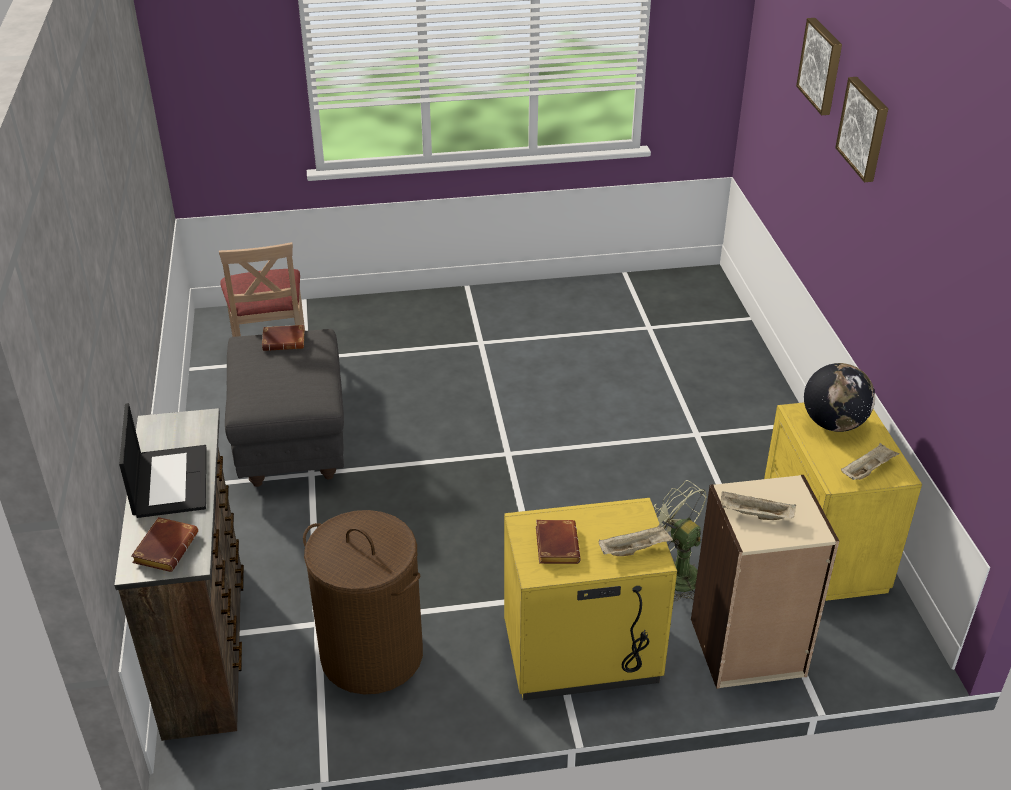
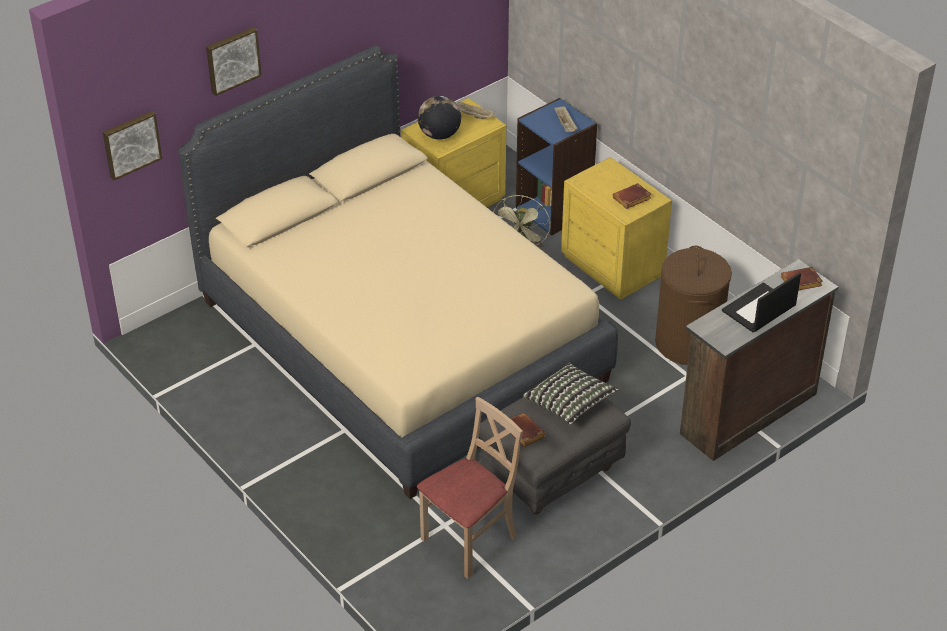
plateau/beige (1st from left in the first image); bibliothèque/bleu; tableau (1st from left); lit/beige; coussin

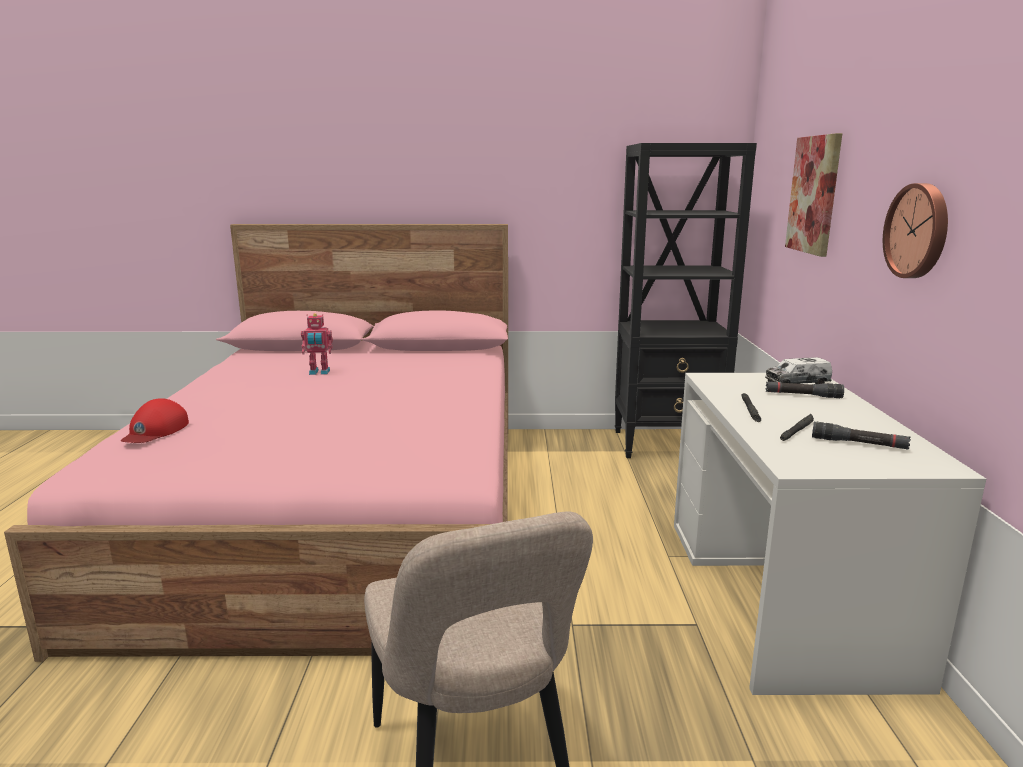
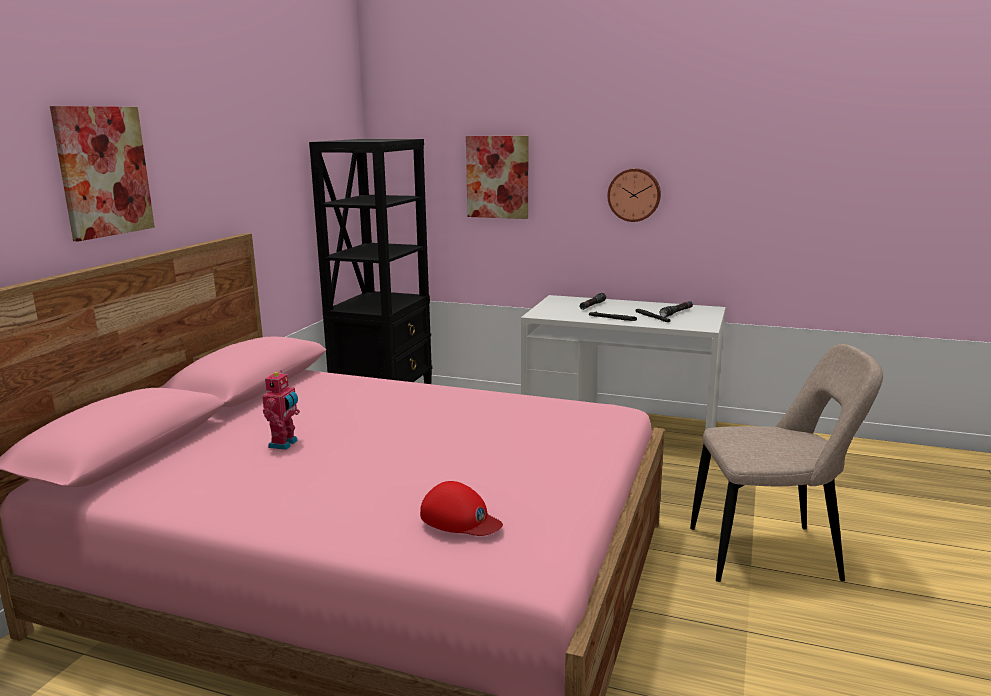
camion jouet; tableau (1st from left)

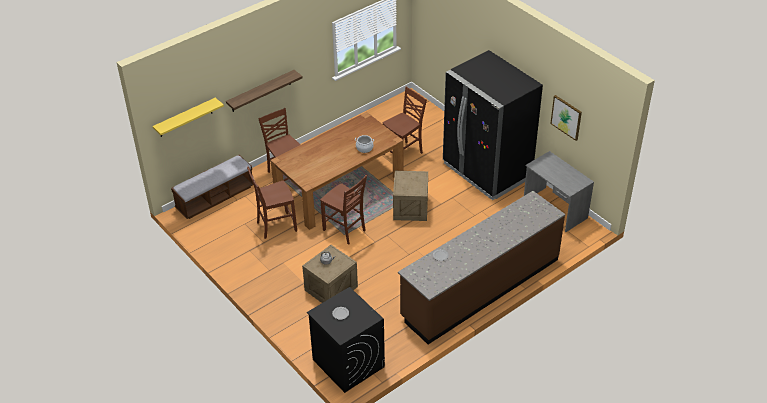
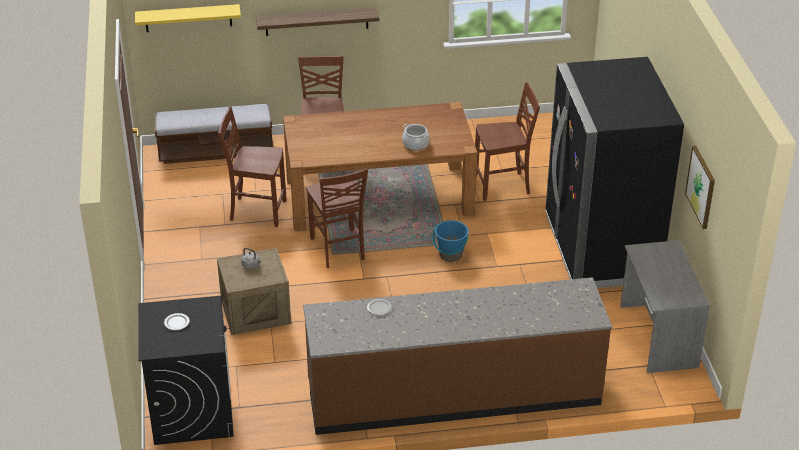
seau/bleu

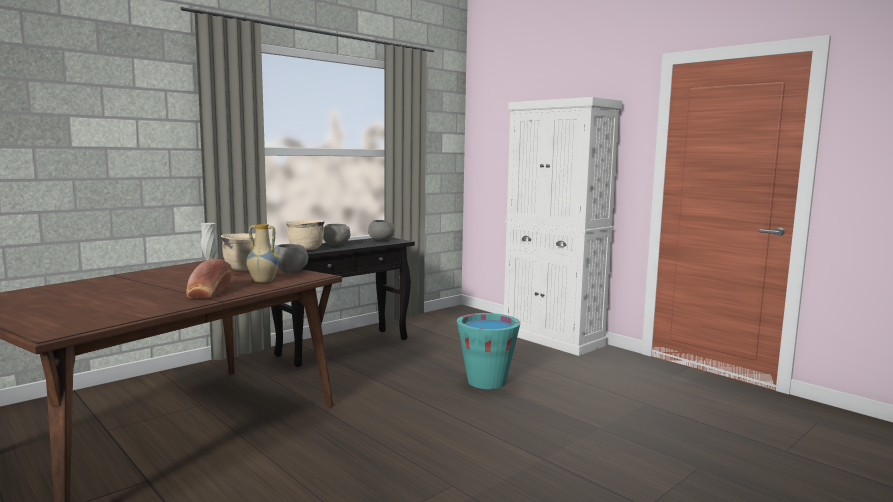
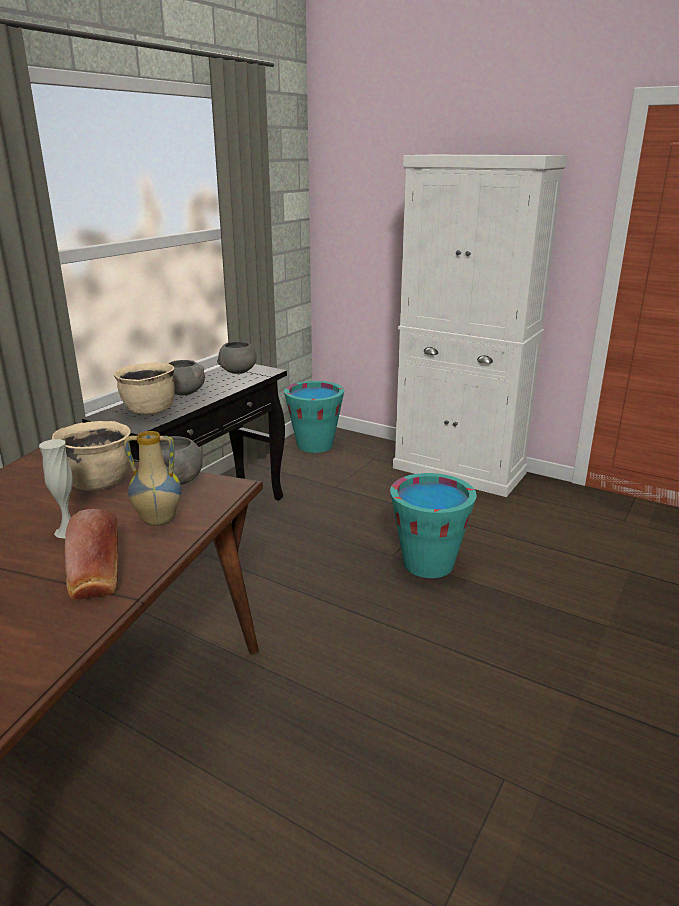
seau/turquoise (1st from left)

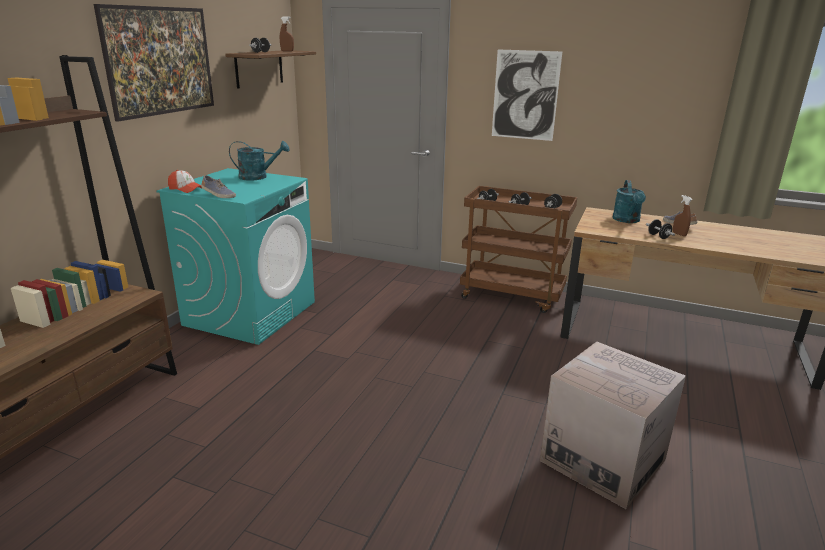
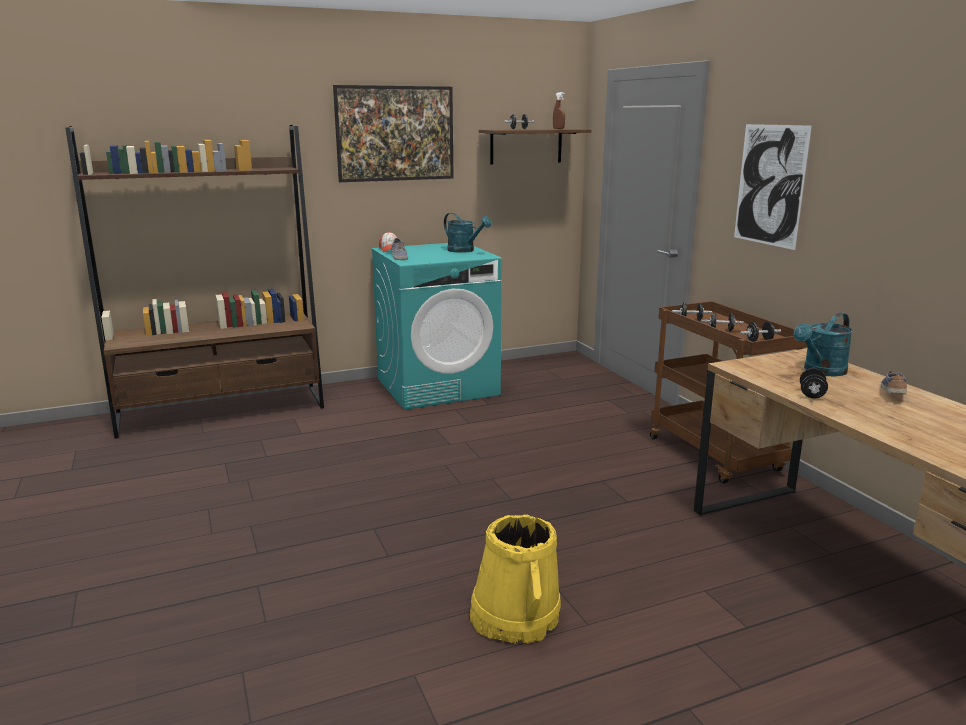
seau/jaune; vaporisateur/marron (2nd from left in the first image)

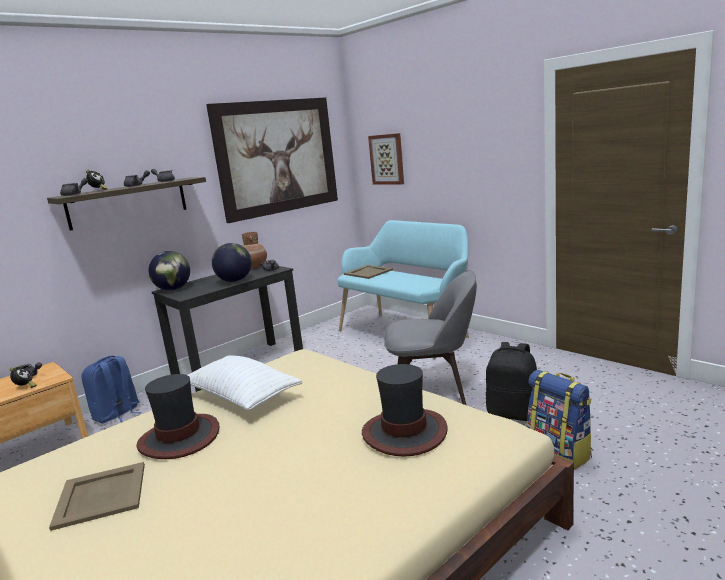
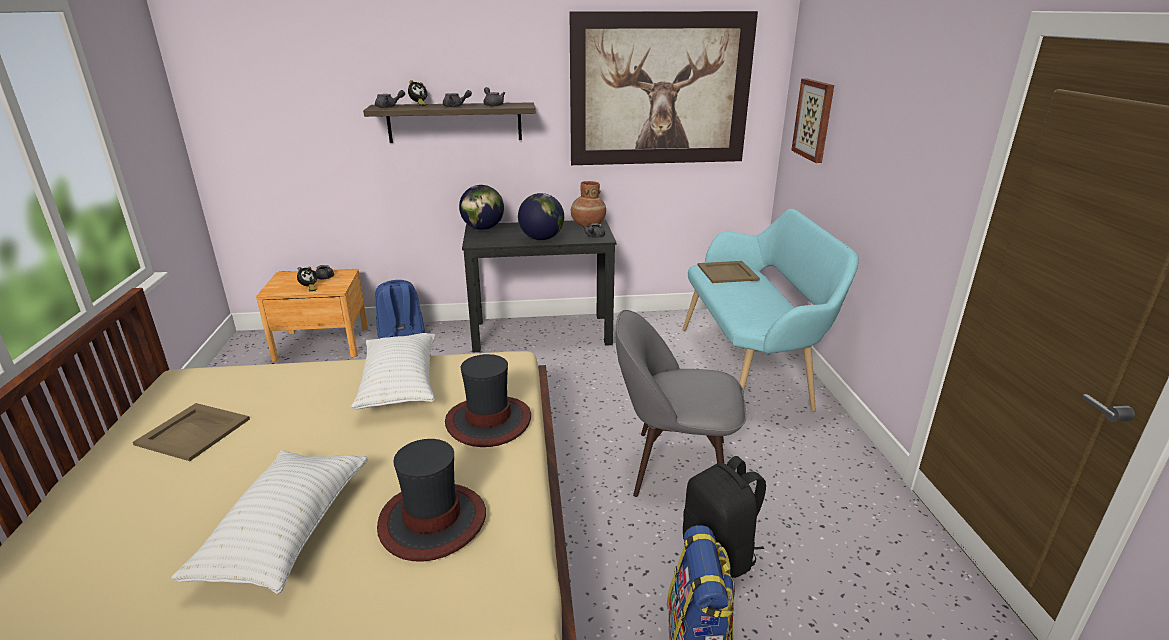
chapeau (2nd from left); chaise/gris; coussin/blanc (1st from left)

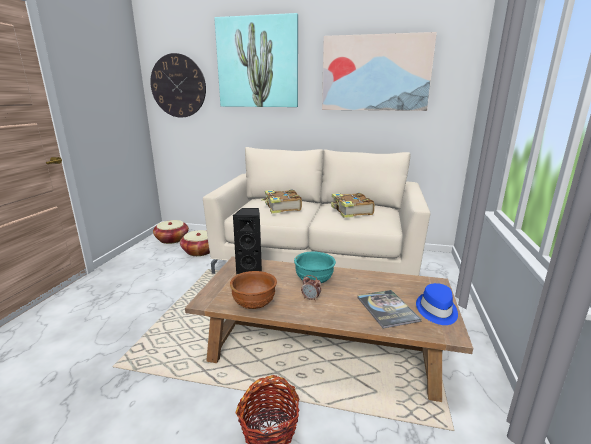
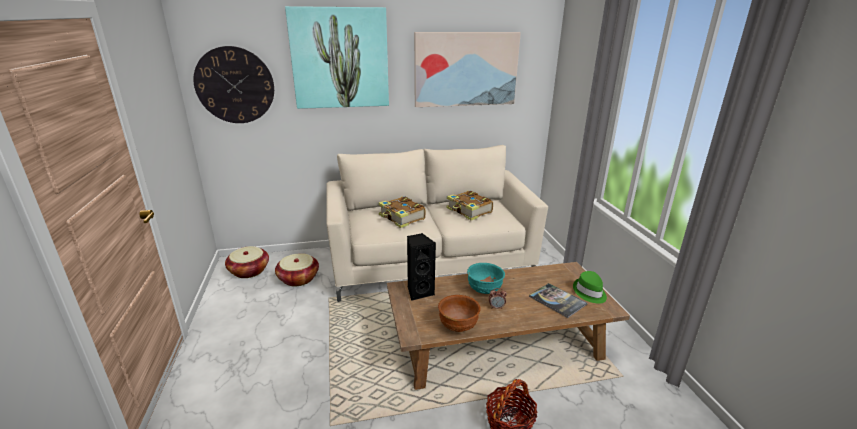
chapeau/vert

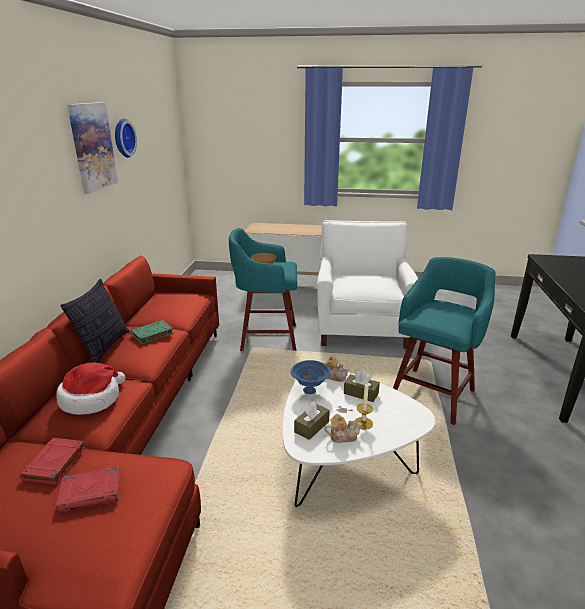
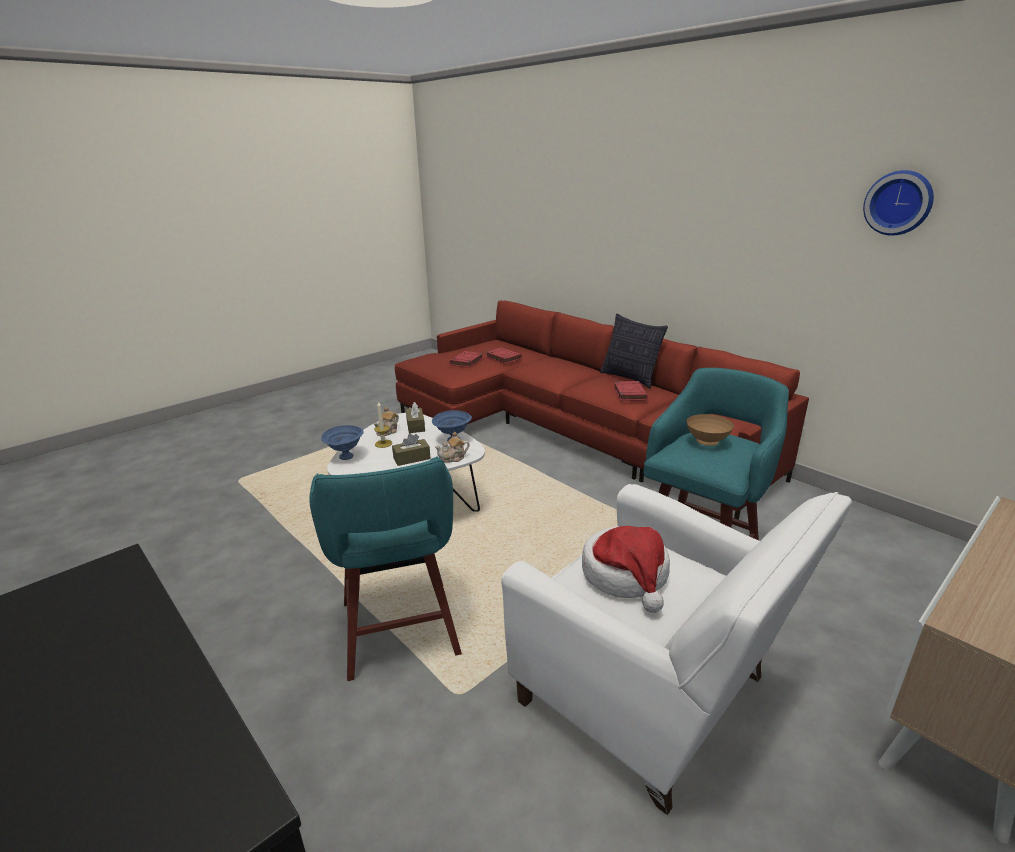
chapeau; tableau; livre/rouge (3rd from left); bol/bleu (1st from left)

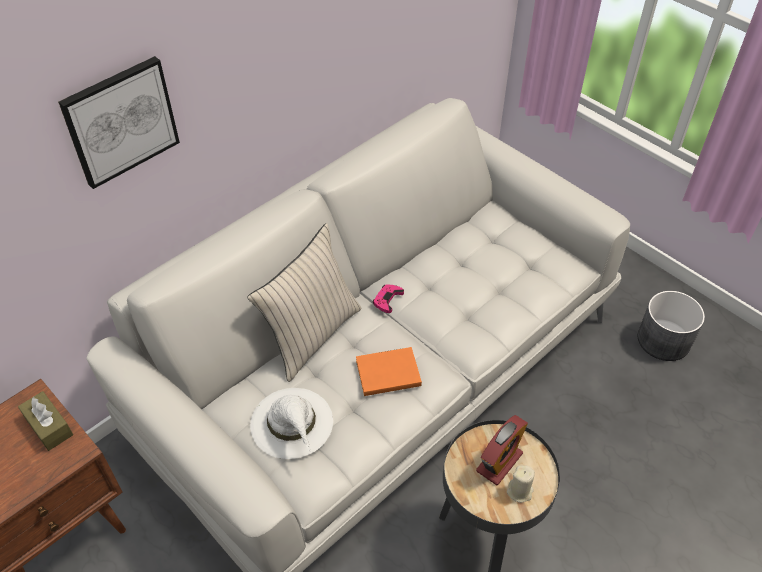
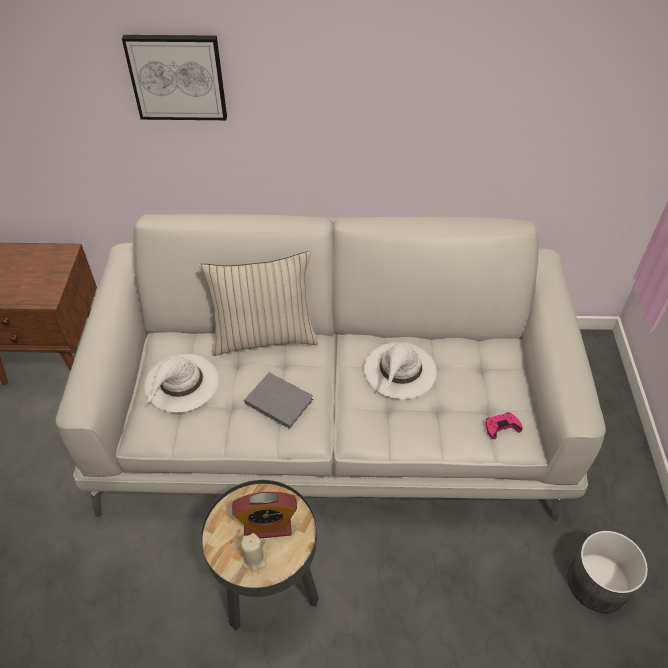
boîte à mouchoirs/marron; livre/gris; manette/rose; chapeau/blanc (2nd from left)

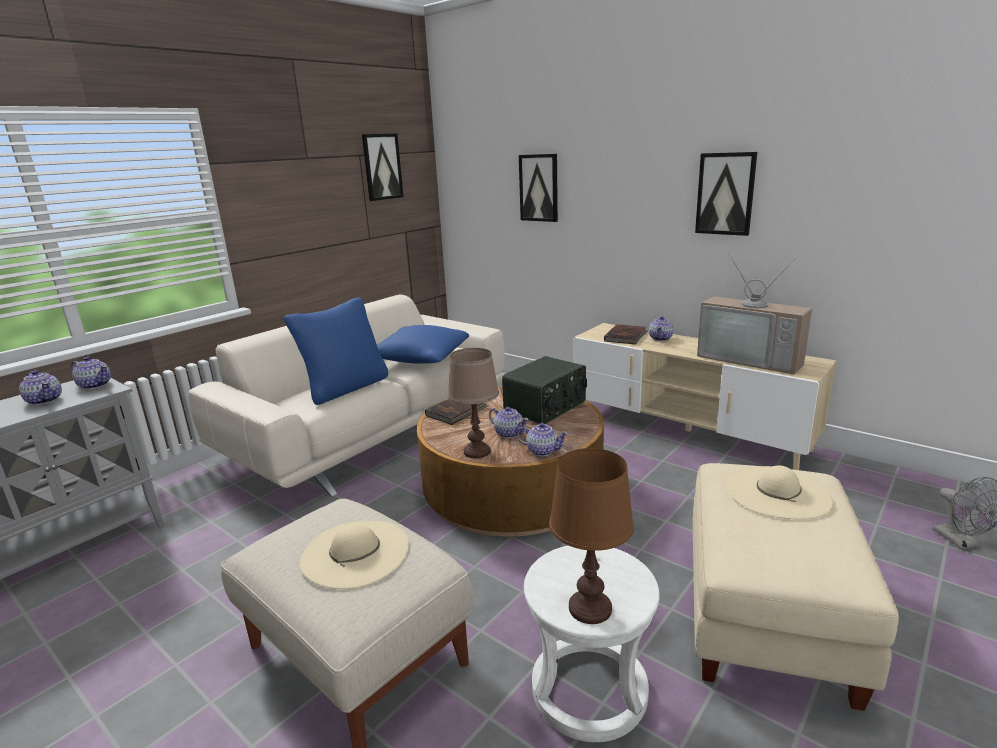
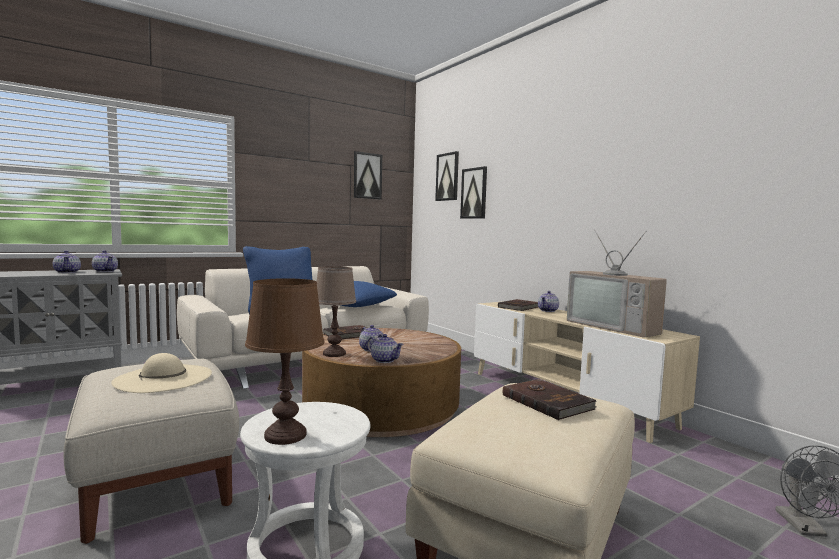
radio; tableau (2nd from left); livre/marron (3rd from left)

